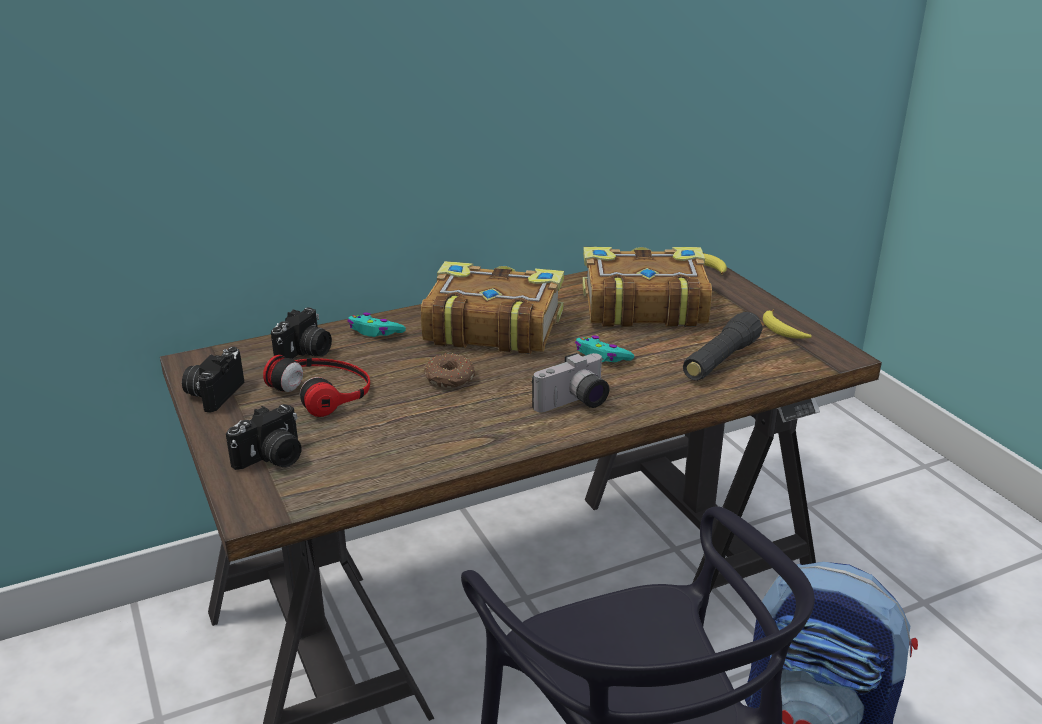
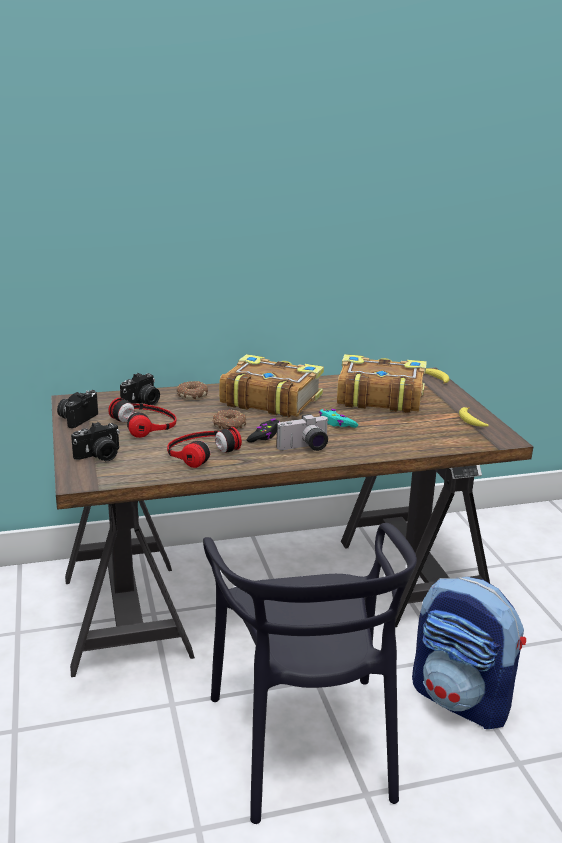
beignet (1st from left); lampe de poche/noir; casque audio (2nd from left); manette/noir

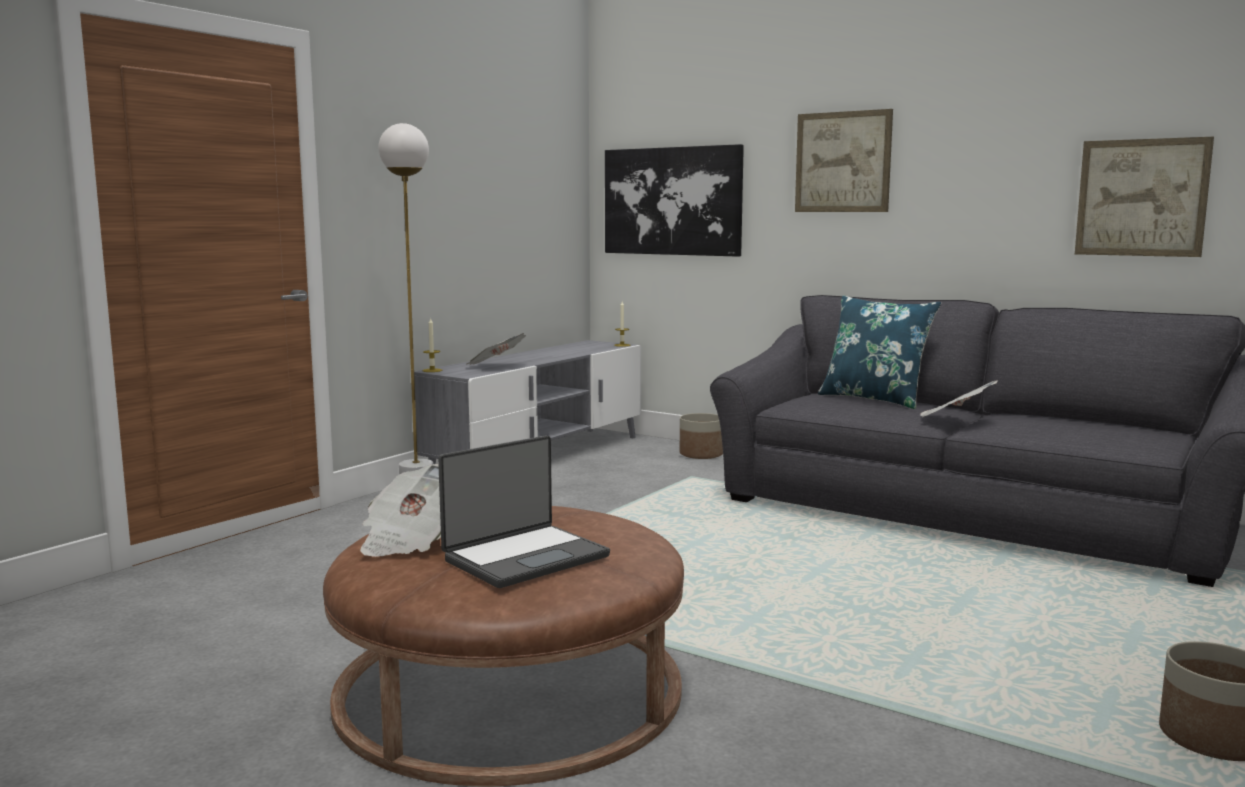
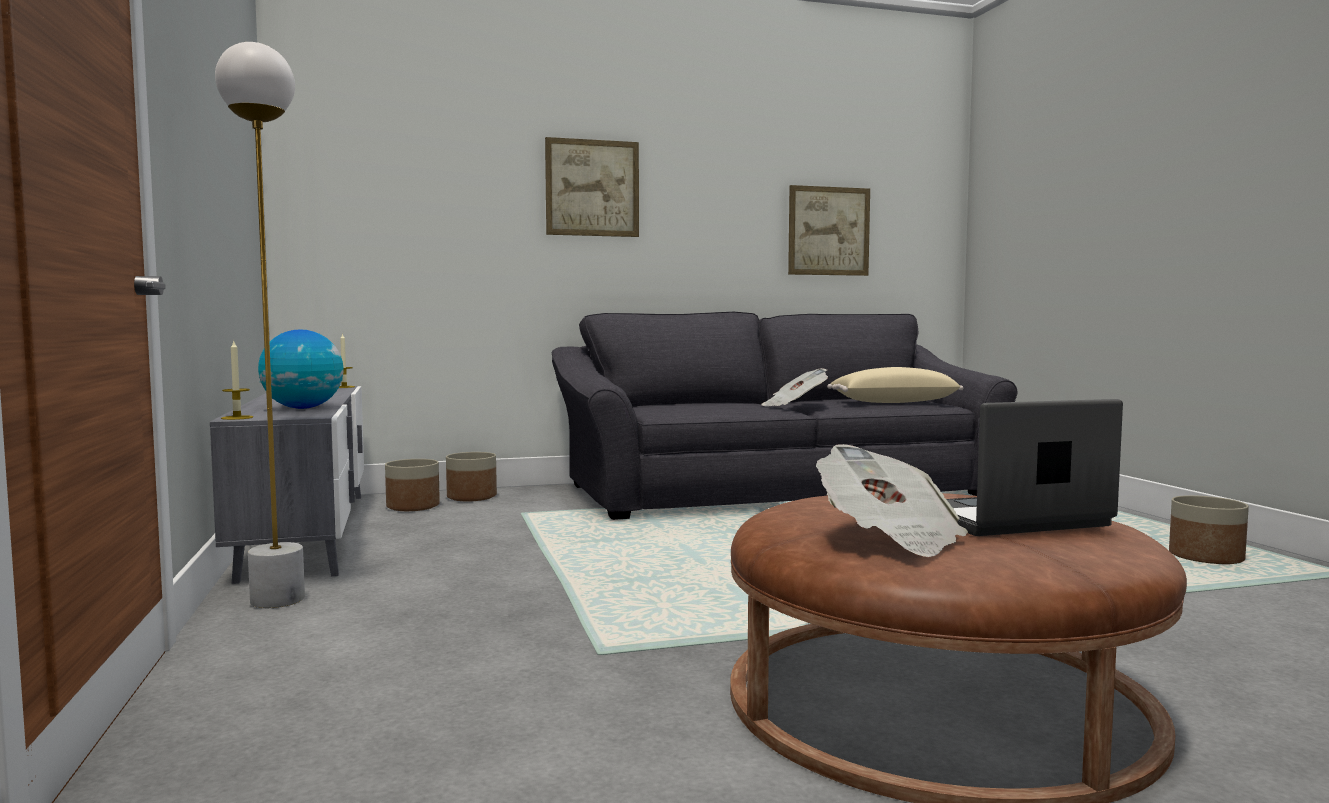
ordinateur portable; globe; tableau (1st from left in the first image); coussin/bleu; cache-pot (1st from left); coussin/beige

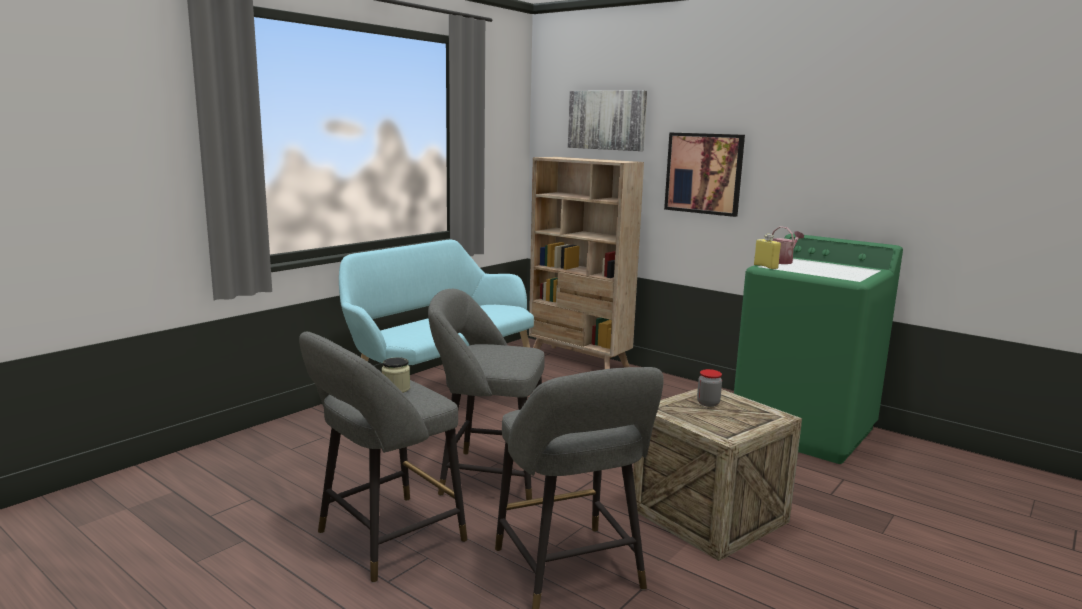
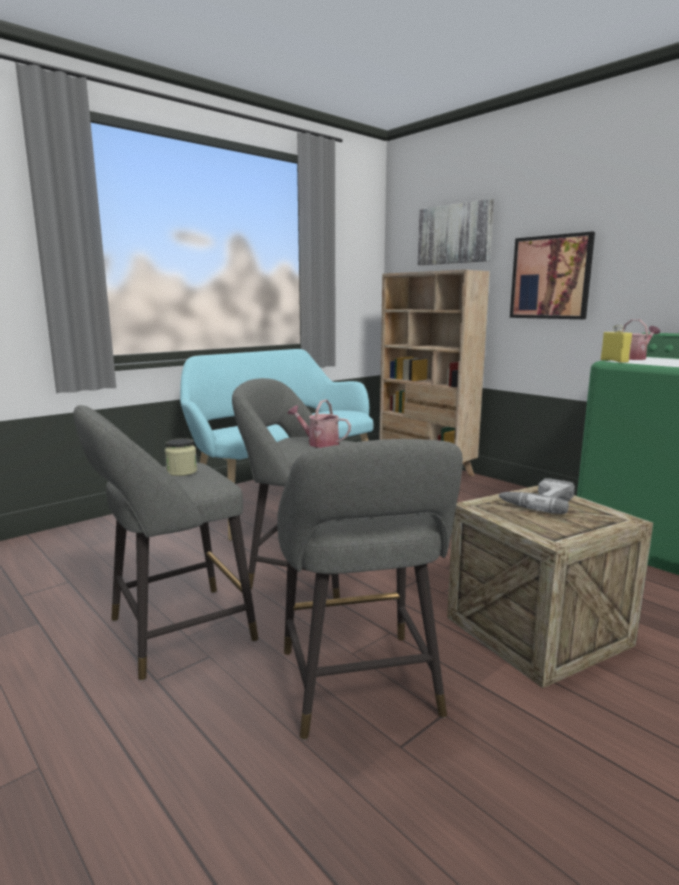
perceuse; arrosoir (1st from left)

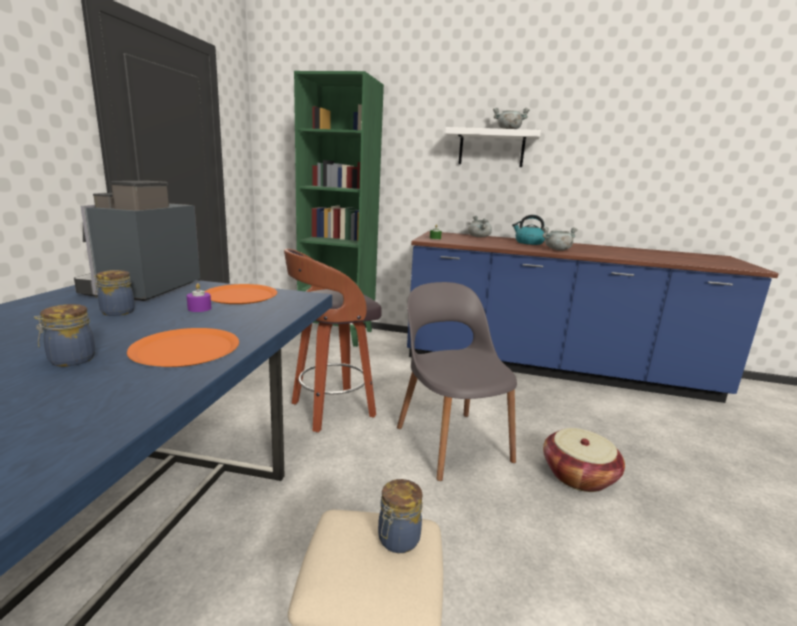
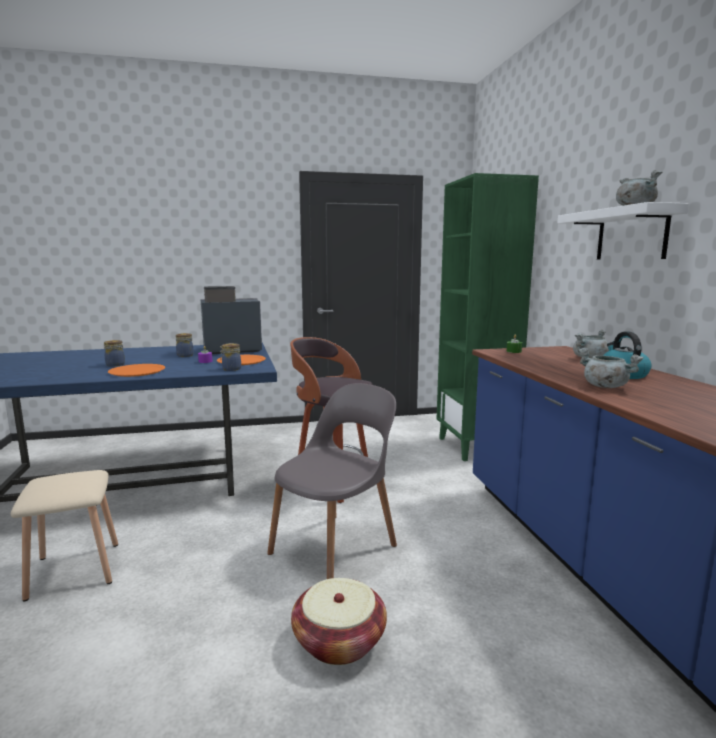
bocal (3rd from left)

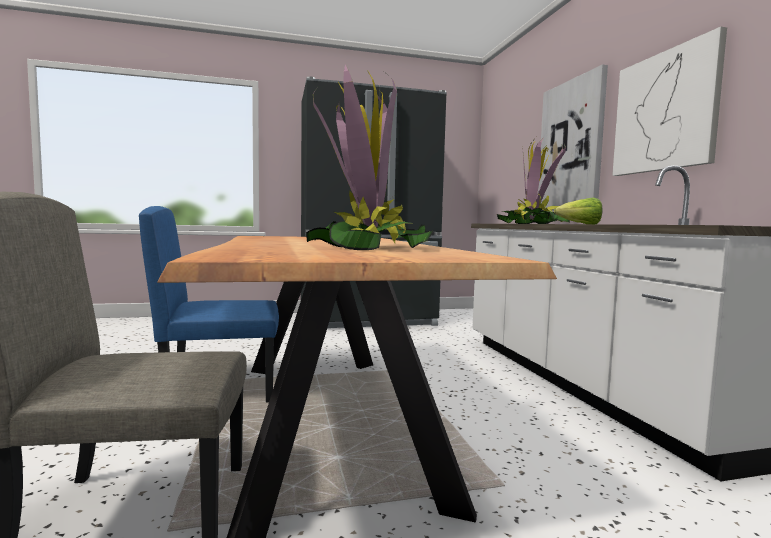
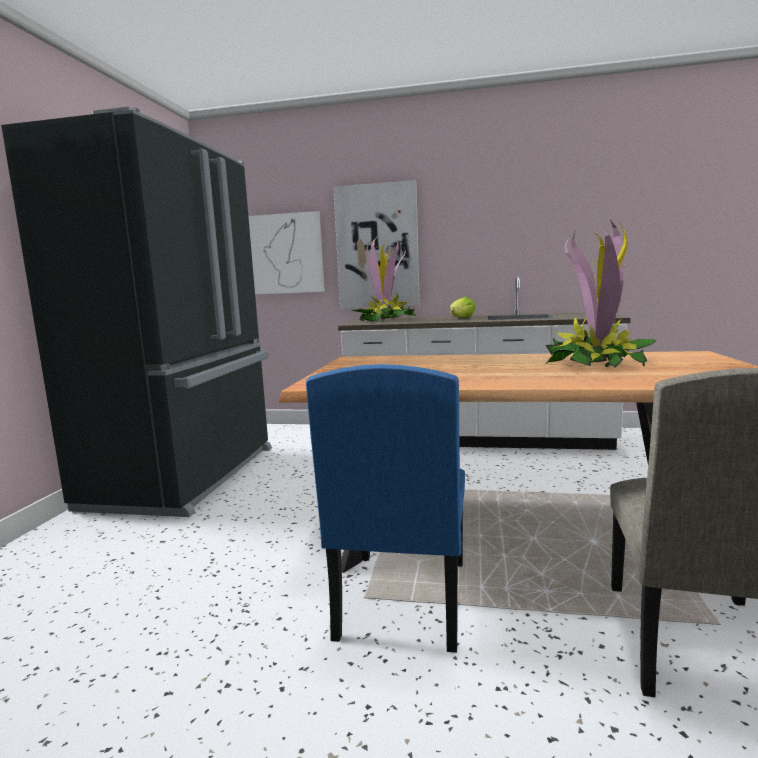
tableau (1st from left)

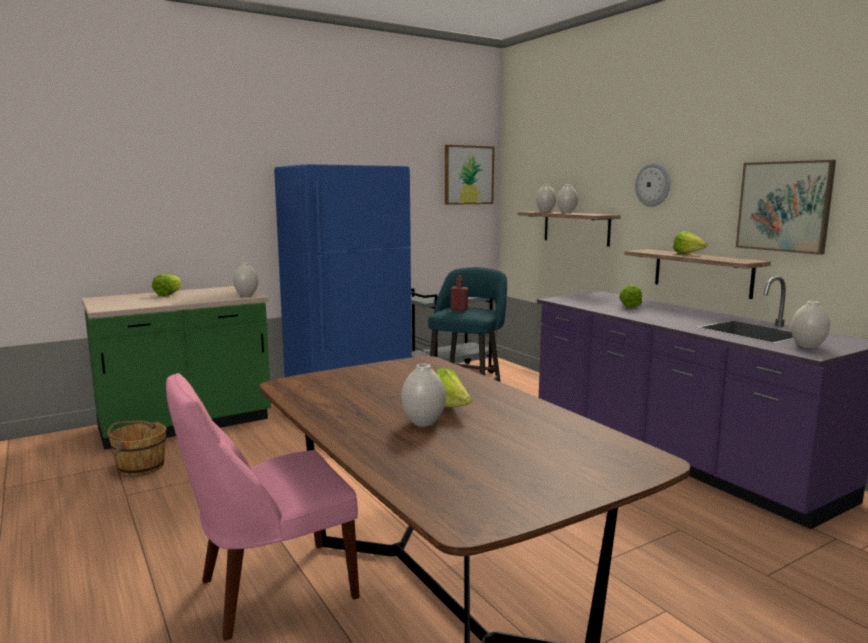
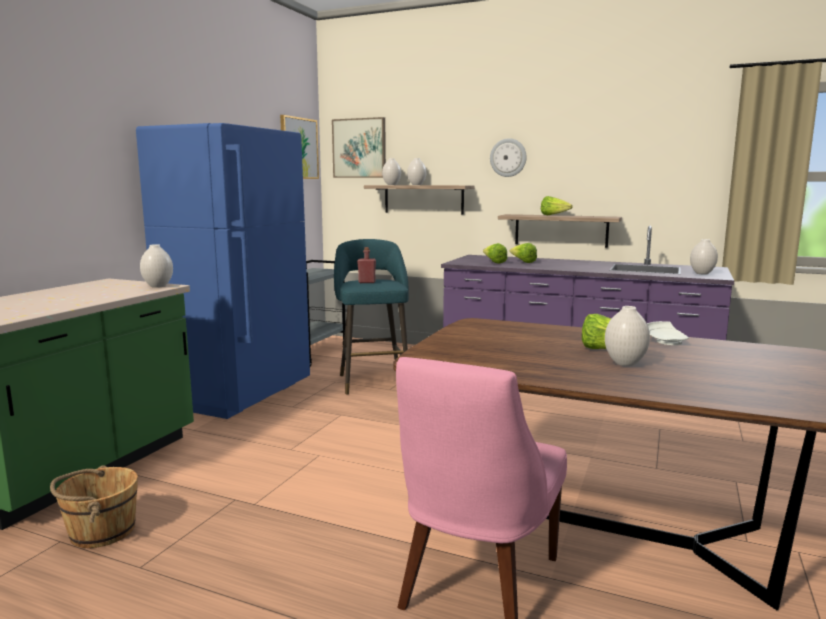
laitue (1st from left); tableau (2nd from left); assiette/blanc

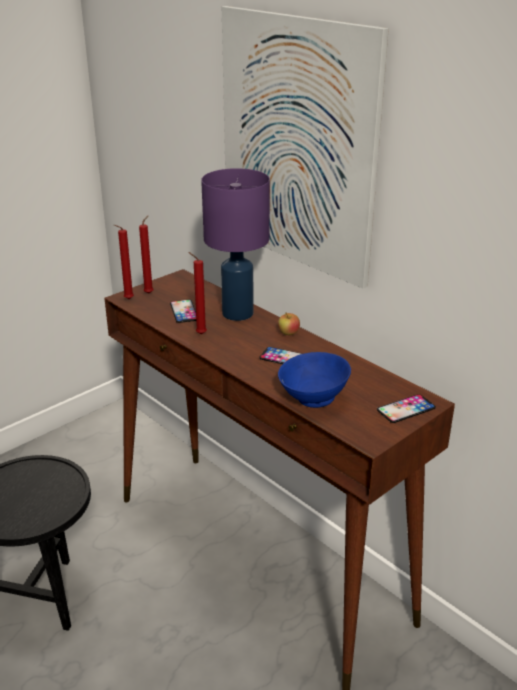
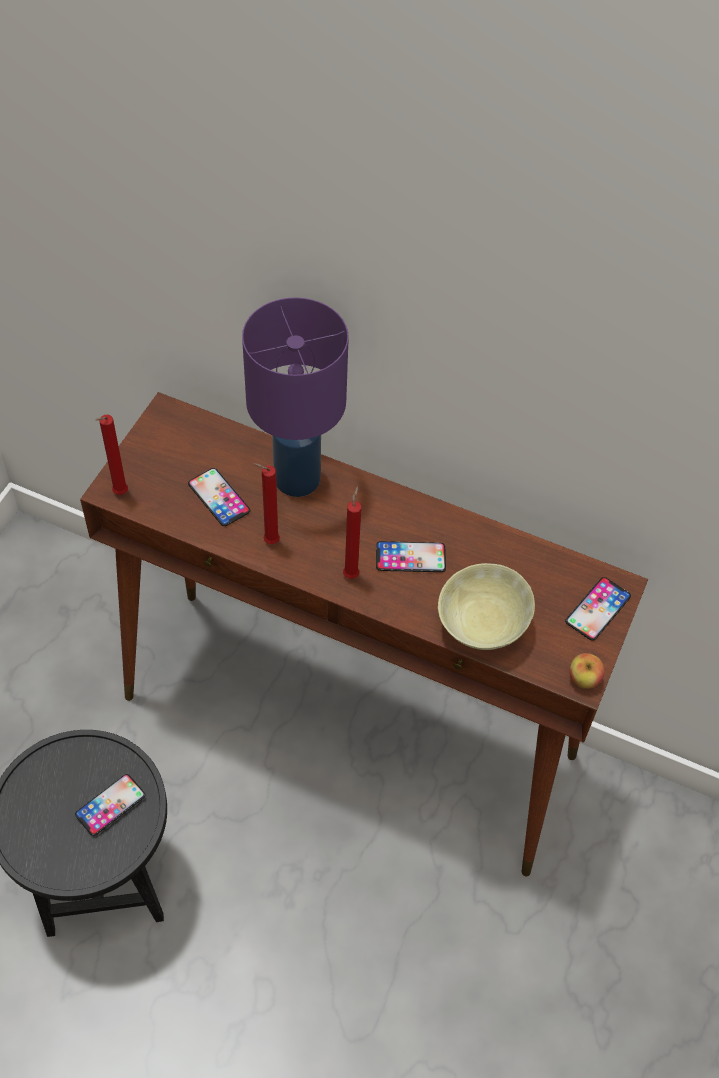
bougie/rouge (3rd from left); tableau; pomme; bol/beige; téléphone (1st from left)

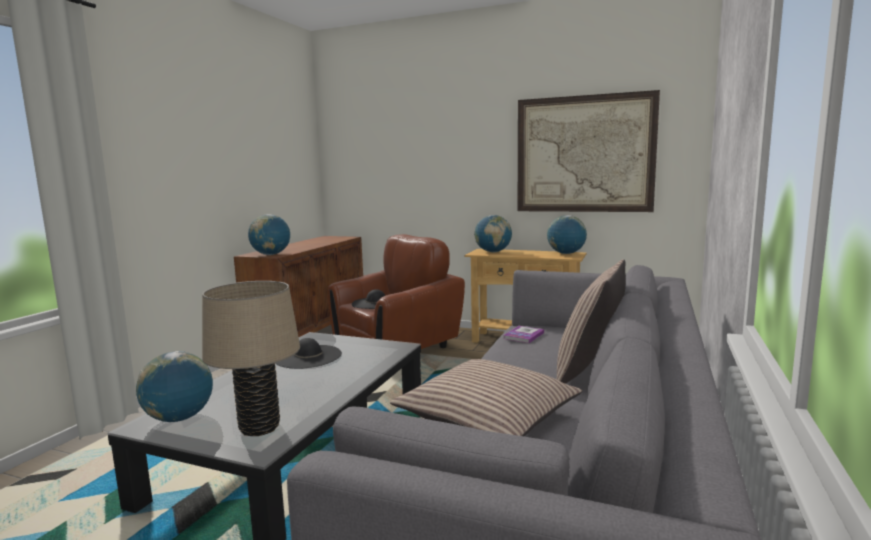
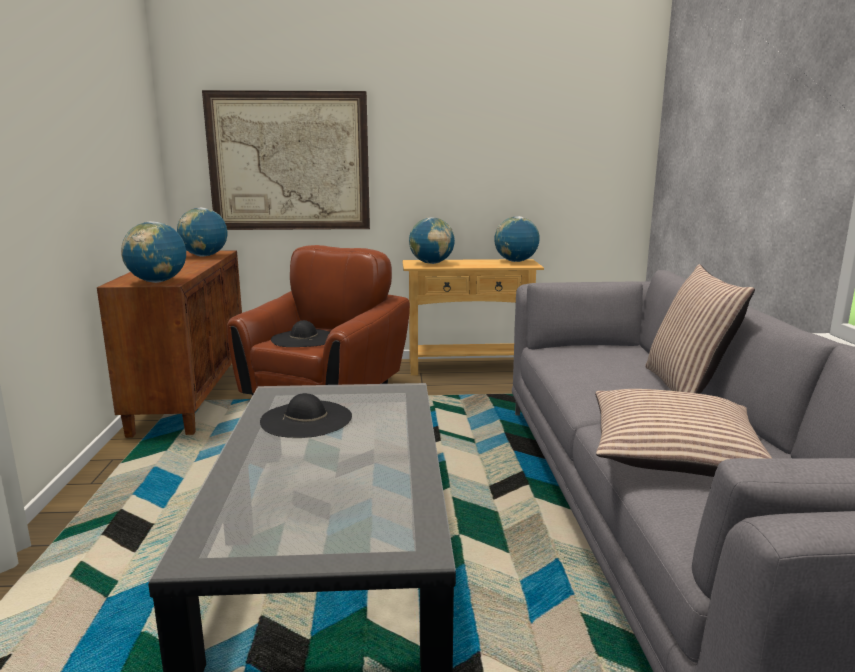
globe (2nd from left); lampe de table/beige; livre; tableau

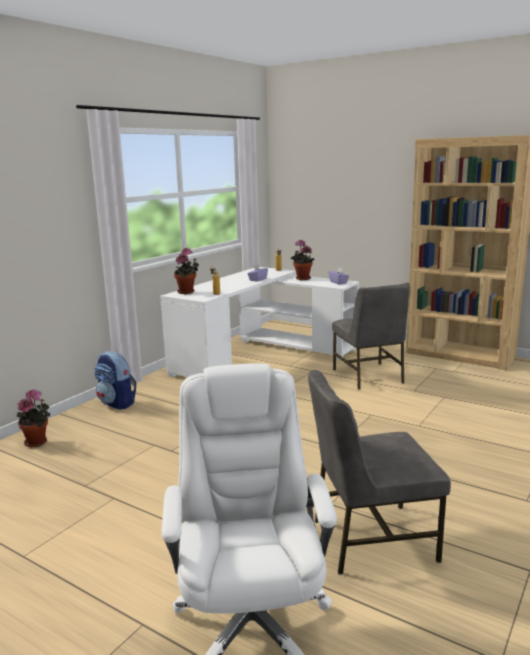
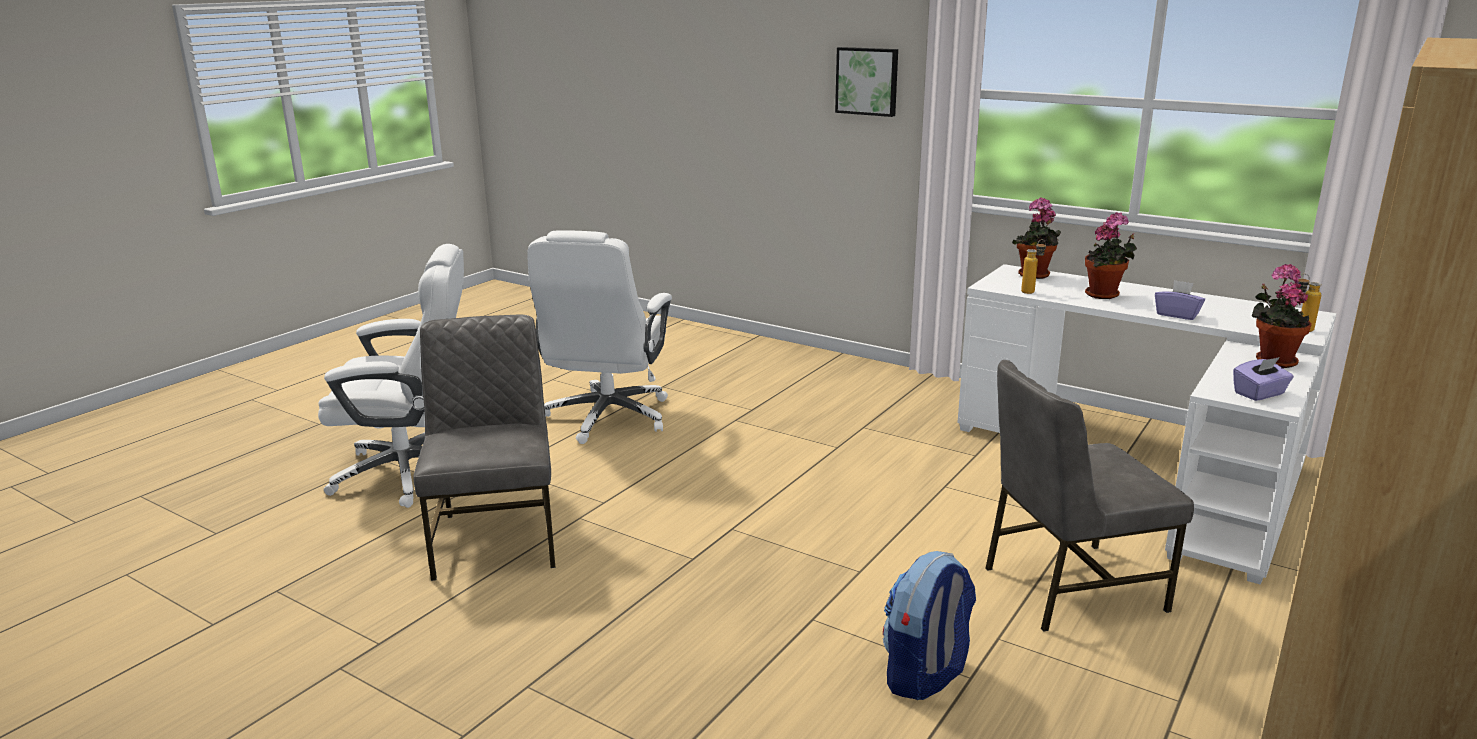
plante en pot (2nd from left); sac à dos; chaise de bureau/blanc (2nd from left); tableau

